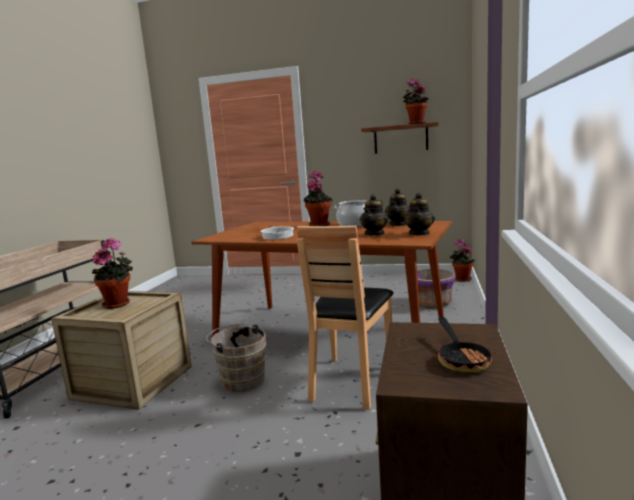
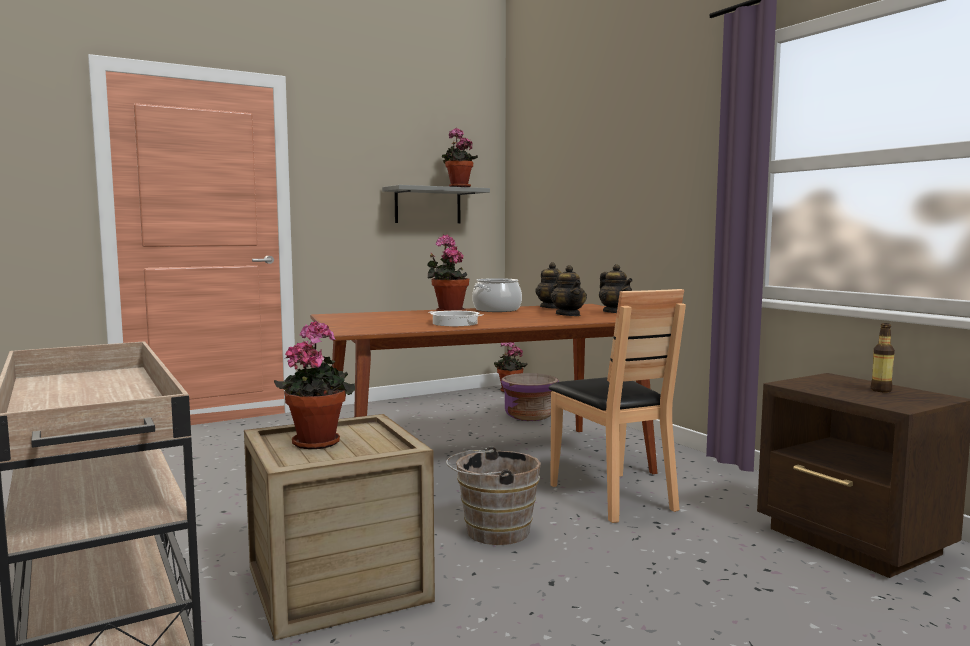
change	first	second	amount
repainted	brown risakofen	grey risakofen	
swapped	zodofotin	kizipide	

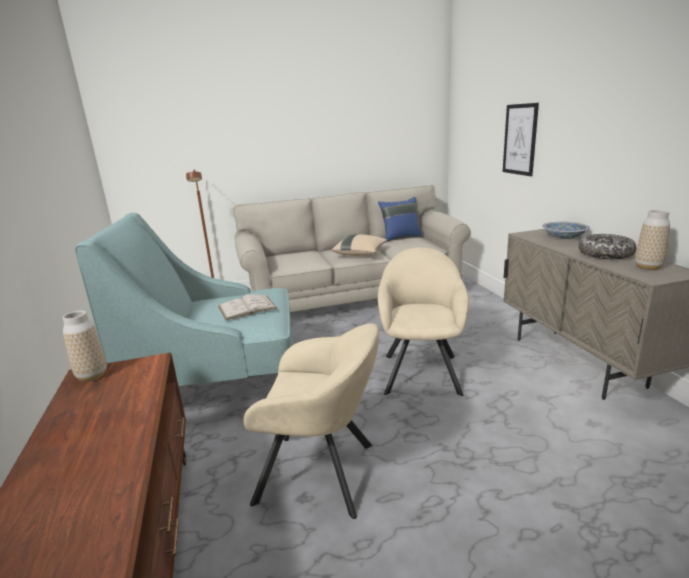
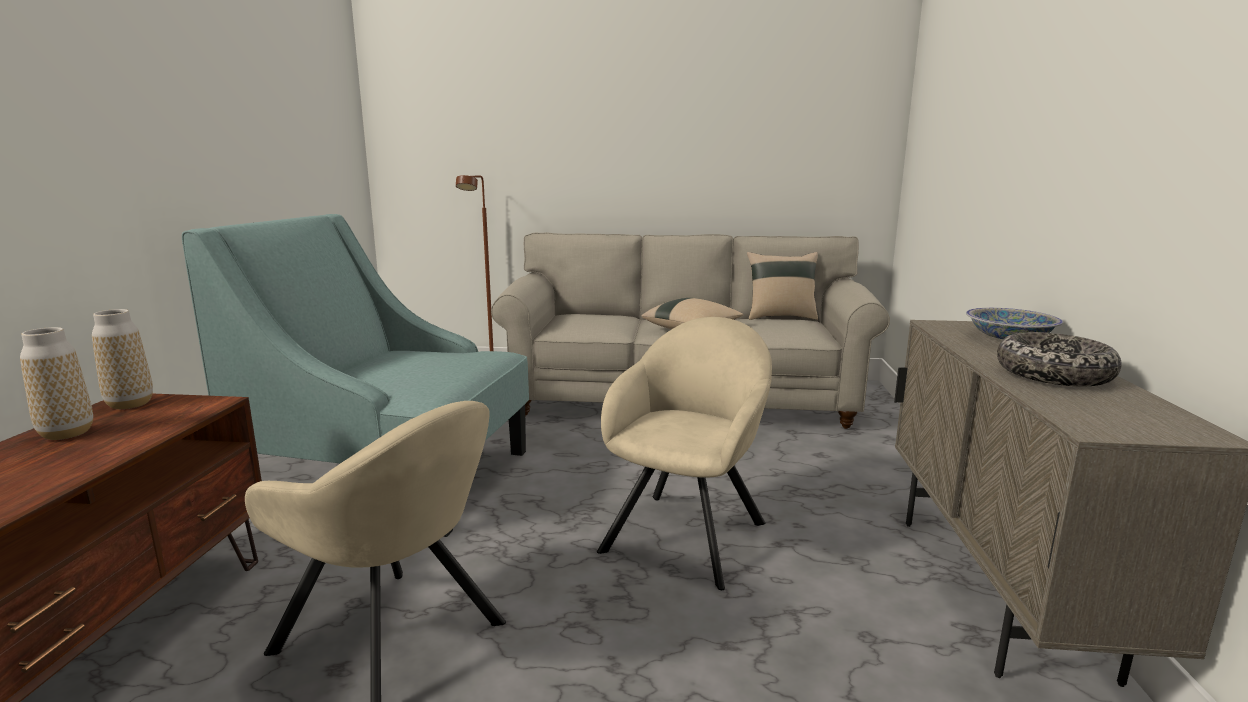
change	first	second	amount
gone	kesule		
repainted	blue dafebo	beige dafebo (no. 2 from left)	
shifted	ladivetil (no. 2 from left in the first image)	ladivetil (no. 1 from left)	
gone	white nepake		

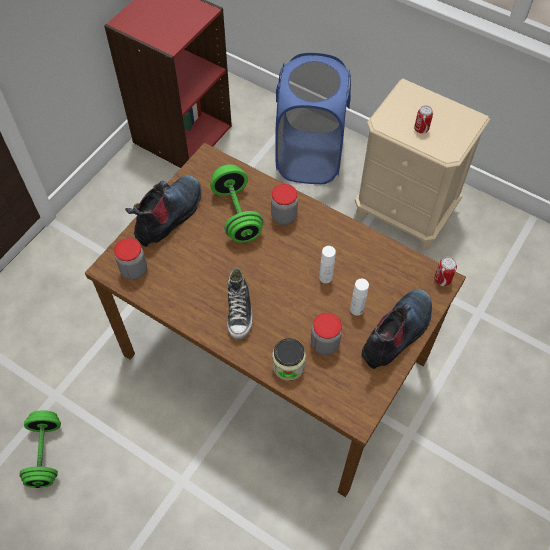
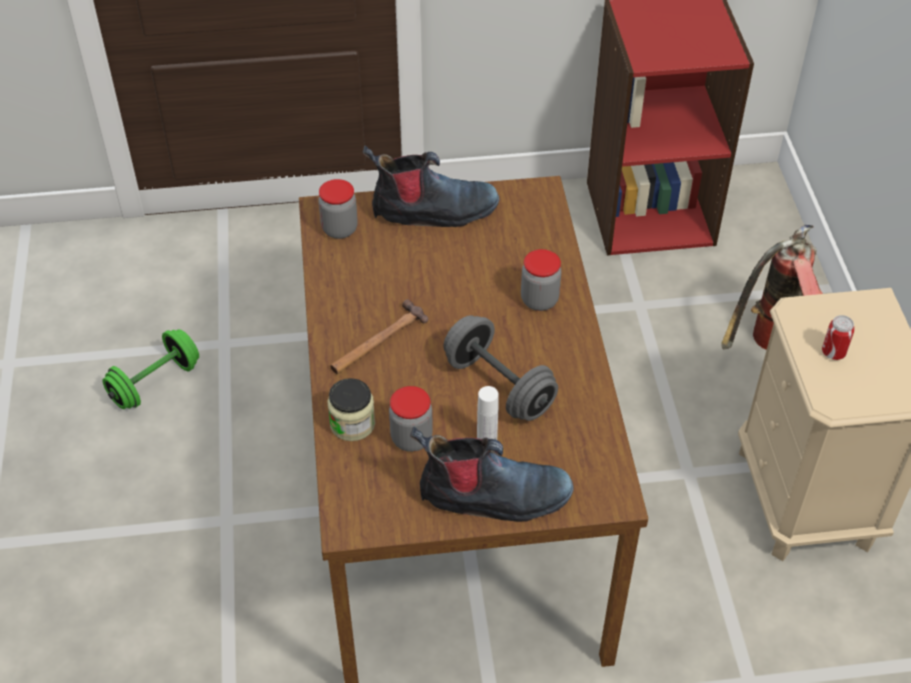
change	first	second	amount
swapped	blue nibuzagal	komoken	
gone	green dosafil (no. 2 from left)		
swapped	white kizipide (no. 1 from left)	grey dosafil	
gone	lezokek (no. 2 from left)		
swapped	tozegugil	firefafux	

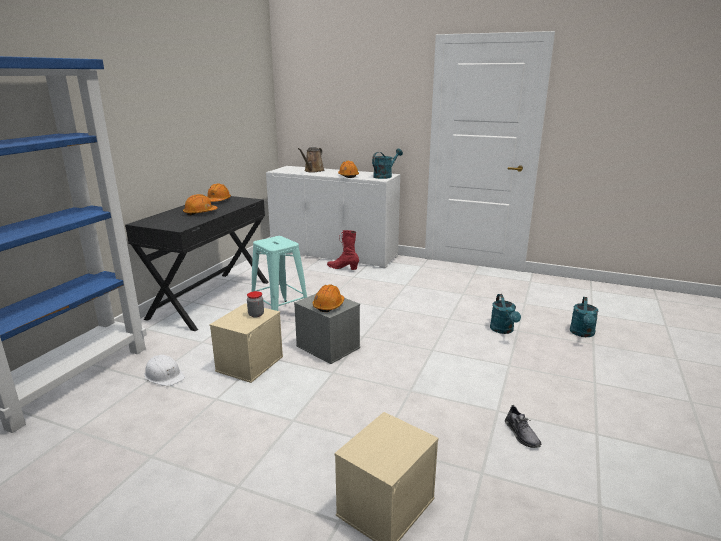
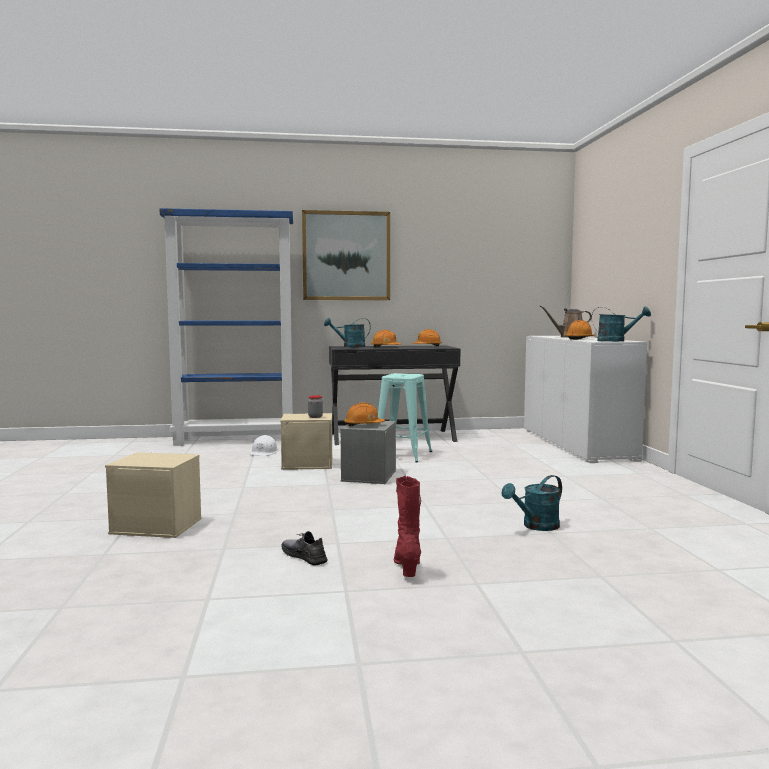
change	first	second	amount
shifted	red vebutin		
shifted	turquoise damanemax (no. 3 from left in the first image)	turquoise damanemax (no. 1 from left)	
rotated	grey tozegugil		90 degrees clockwise
new		kesule	

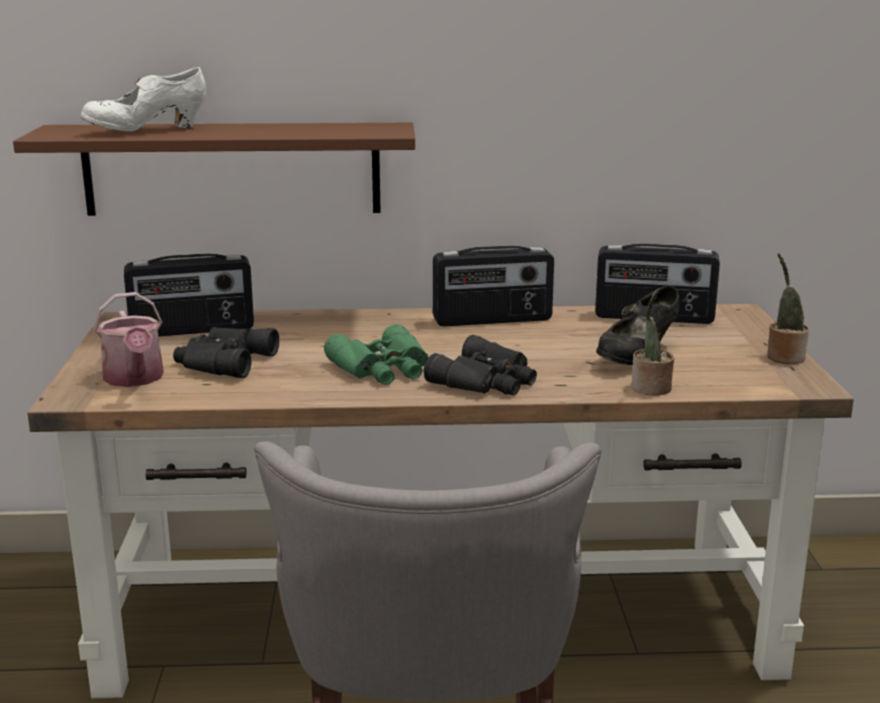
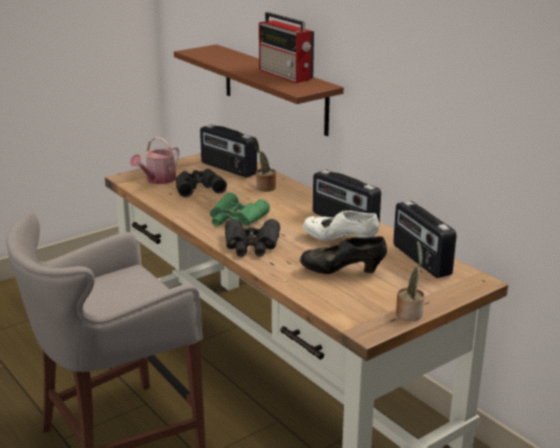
change	first	second	amount
shifted	white tozegugil		
shifted	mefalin (no. 1 from left)		
new		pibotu (no. 2 from left)	

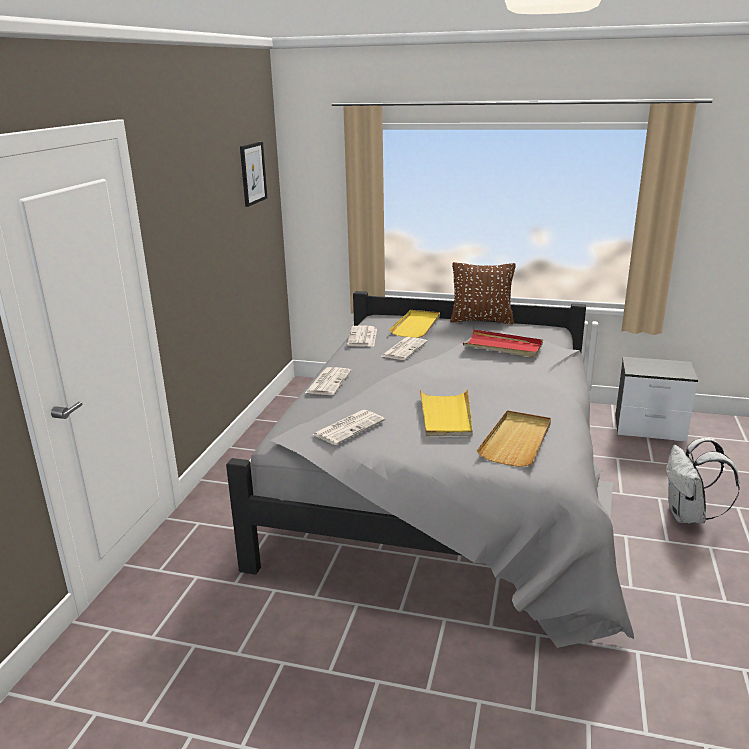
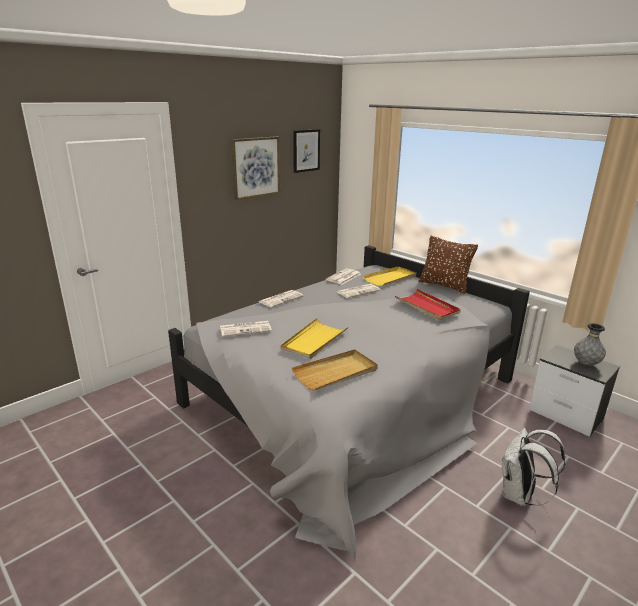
change	first	second	amount
new		kesule (no. 1 from left)	
new		grey ladivetil	

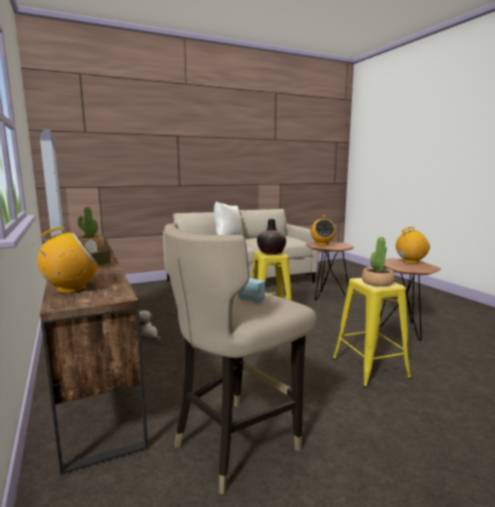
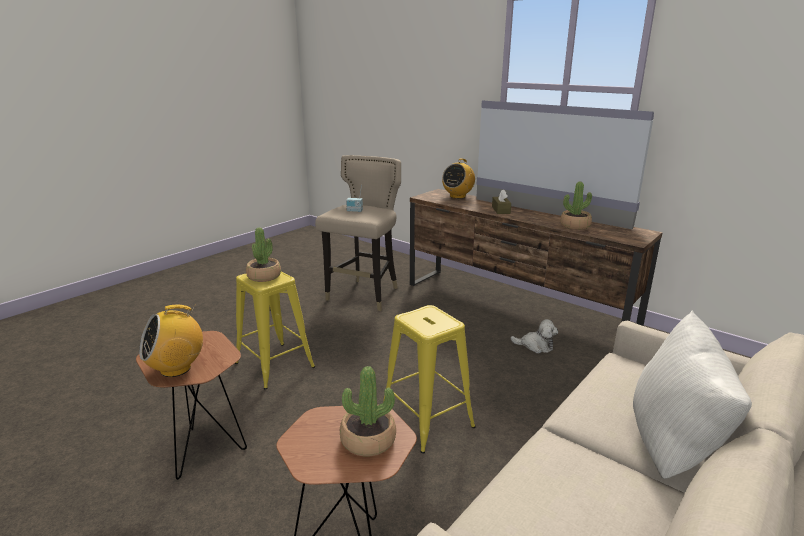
change	first	second	amount
swapped	pibotu (no. 3 from left)	mefalin (no. 2 from left)	
gone	ladivetil		

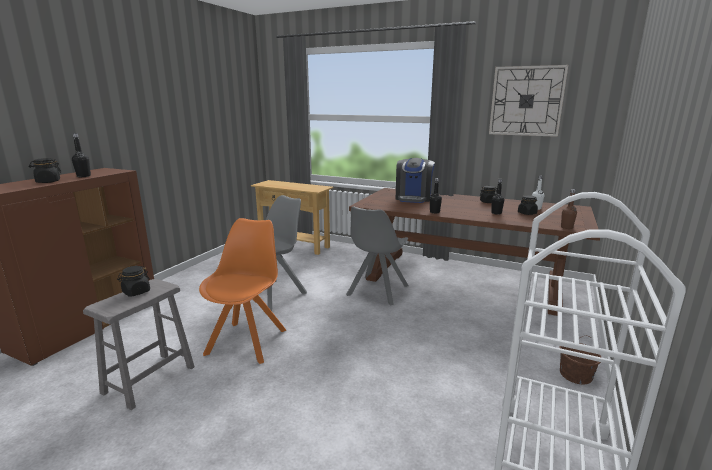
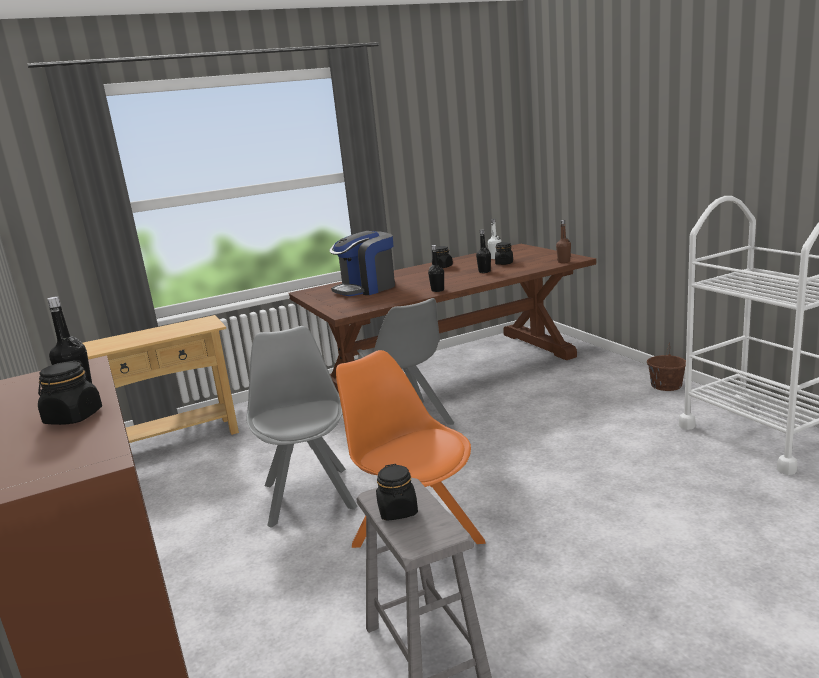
change	first	second	amount
gone	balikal		
rotated	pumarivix		90 degrees clockwise

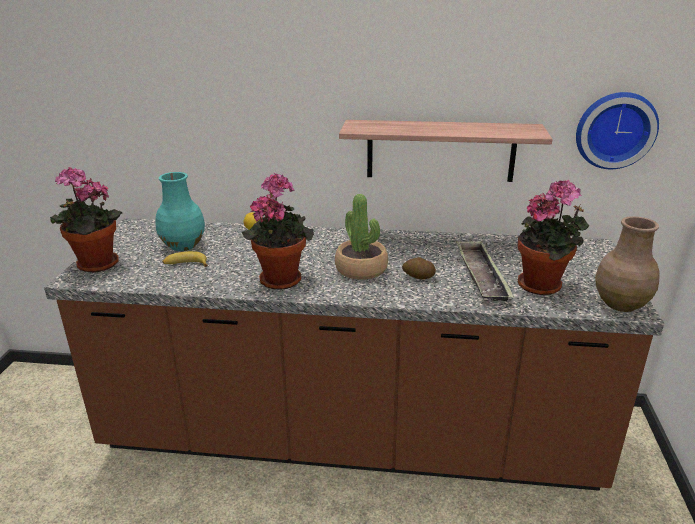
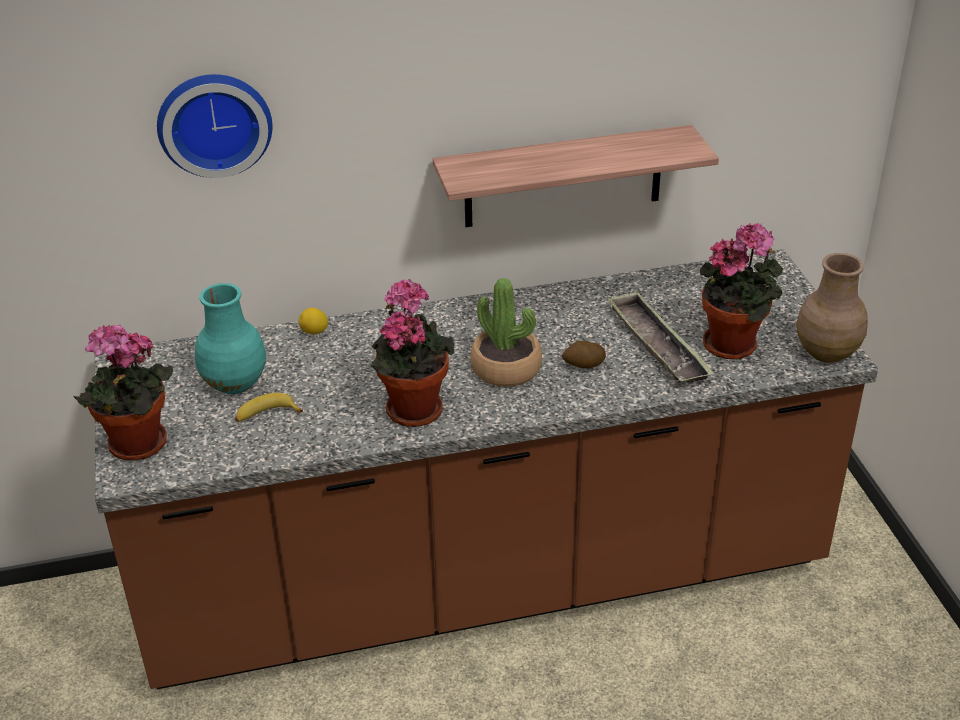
change	first	second	amount
shifted	balikal		

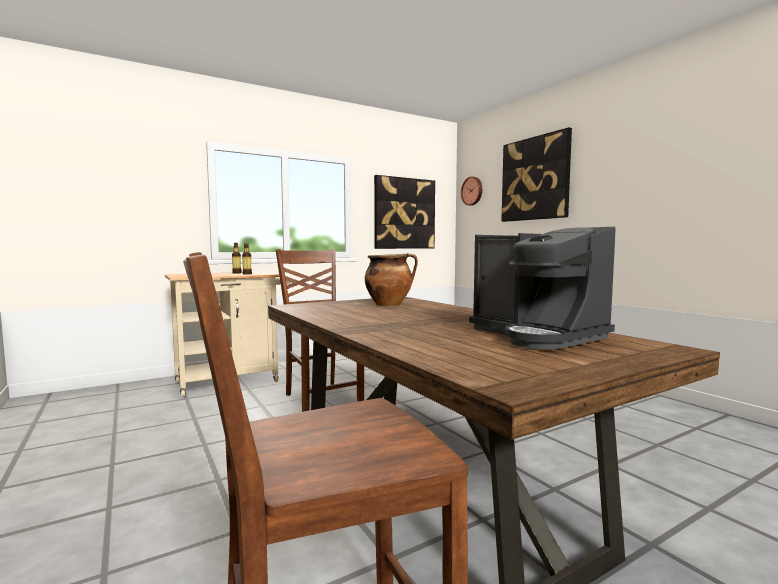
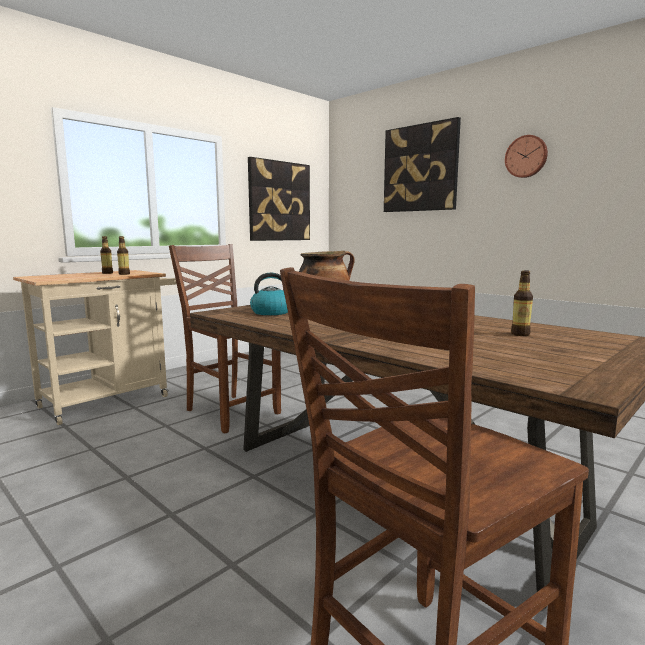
change	first	second	amount
shifted	balikal		
swapped	pumarivix	kizipide (no. 3 from left)	
new		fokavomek	

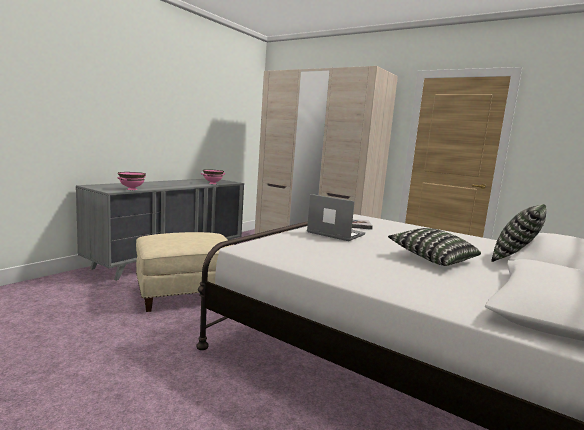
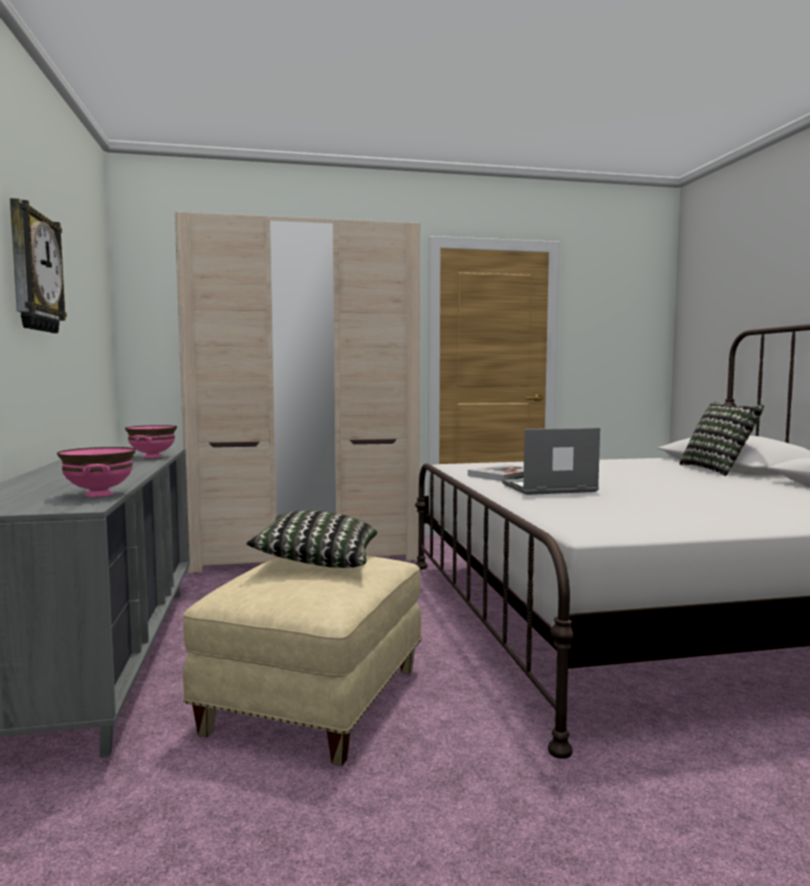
change	first	second	amount
shifted	dafebo (no. 1 from left)		
new		balikal	

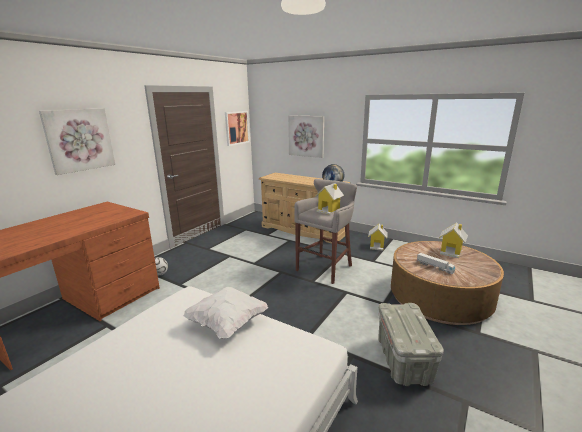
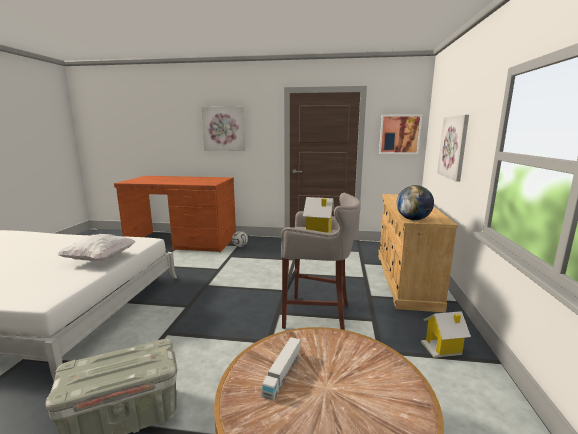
change	first	second	amount
gone	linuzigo (no. 3 from left)		

